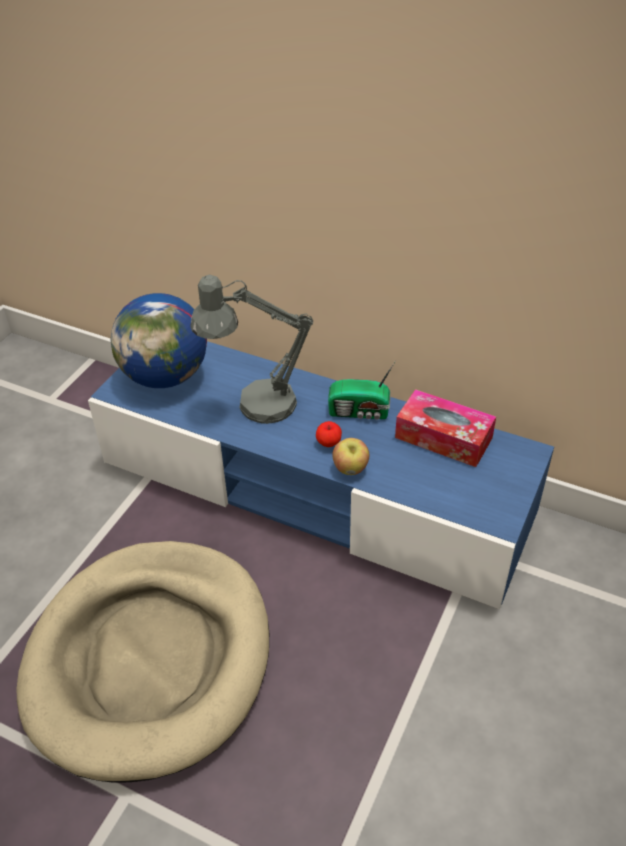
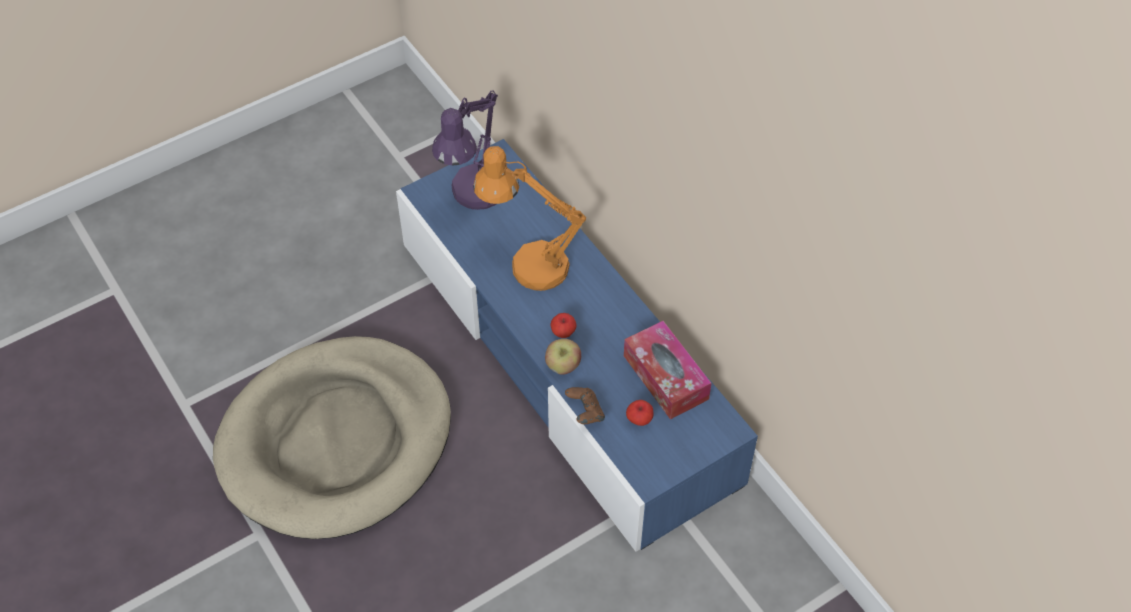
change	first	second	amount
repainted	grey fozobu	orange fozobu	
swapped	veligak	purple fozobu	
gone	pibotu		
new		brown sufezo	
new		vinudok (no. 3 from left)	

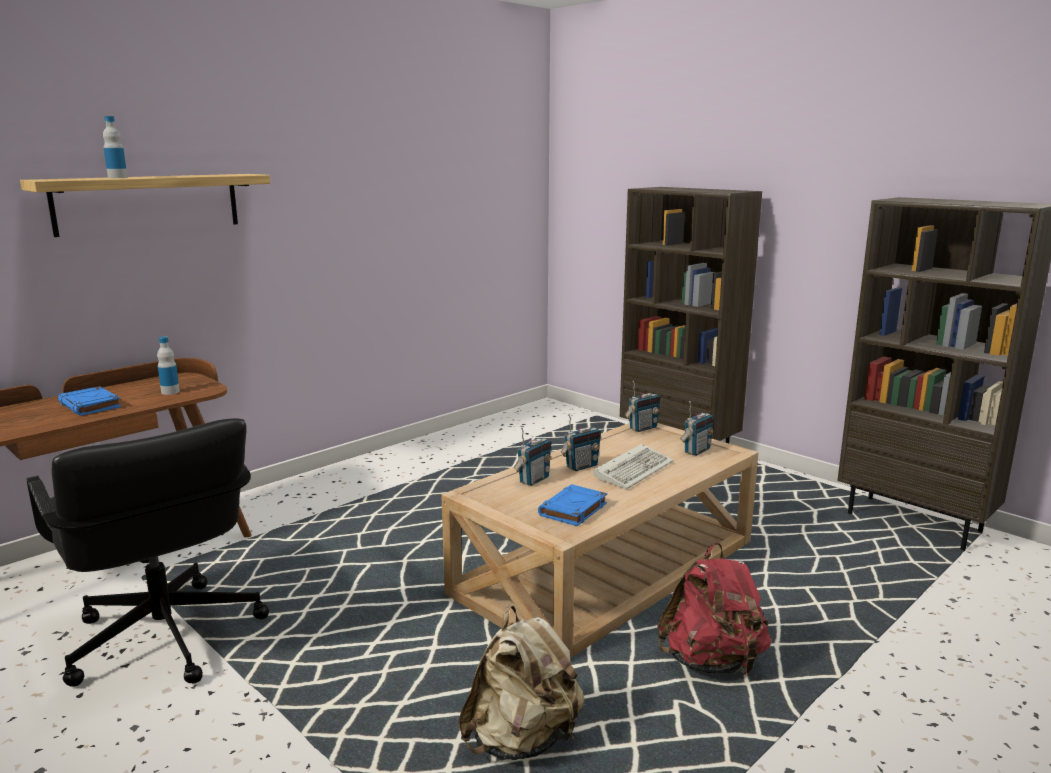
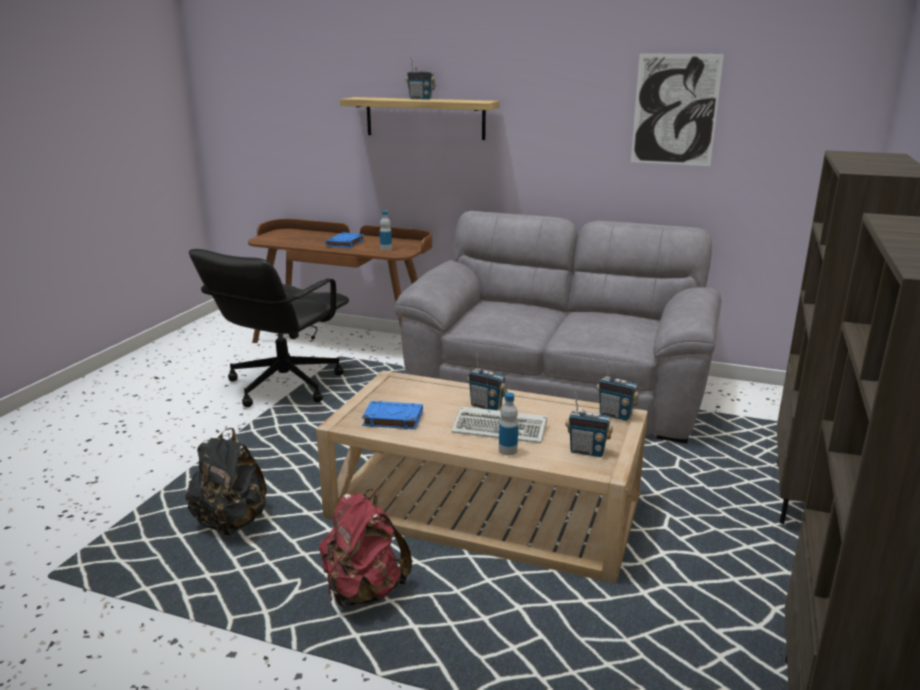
change	first	second	amount
shifted	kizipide (no. 1 from left in the first image)	kizipide (no. 2 from left)	
shifted	pibotu (no. 1 from left)		
repainted	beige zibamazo	black zibamazo	
new		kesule	
new		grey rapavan	

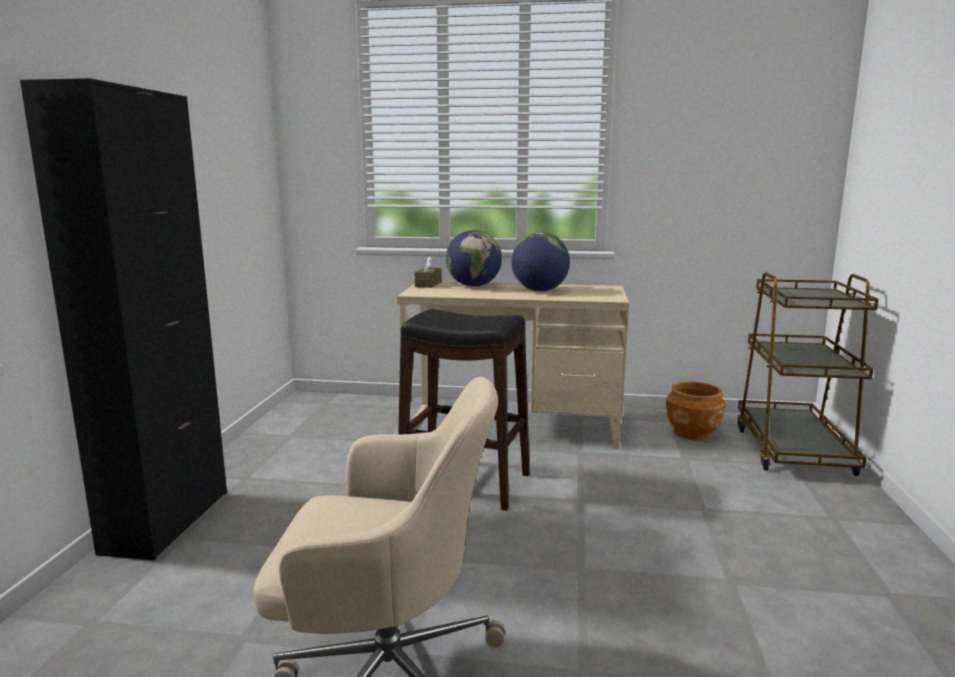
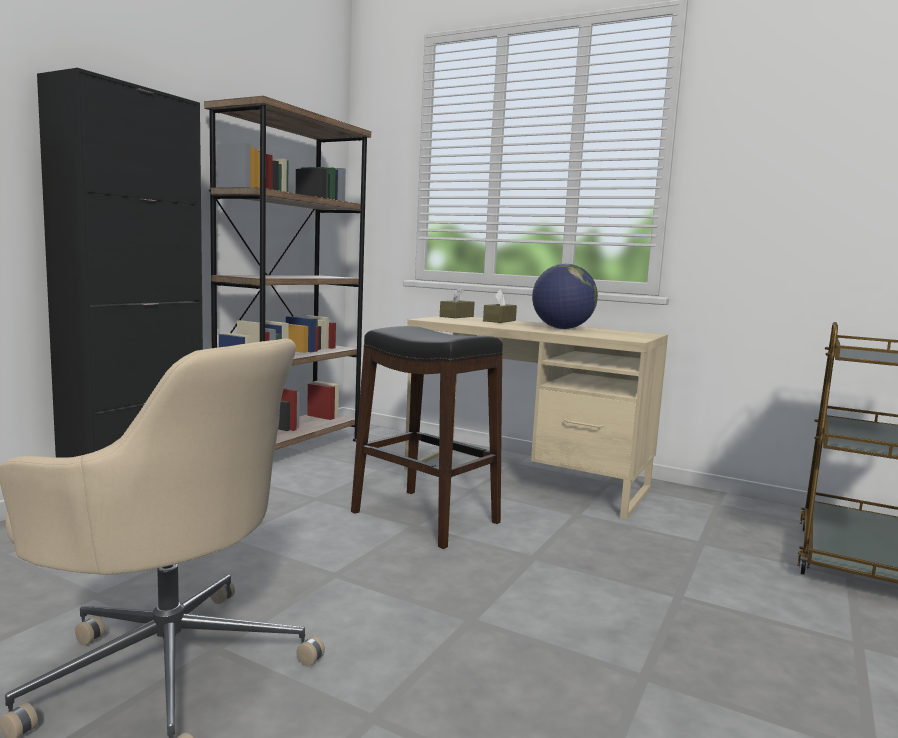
change	first	second	amount
swapped	veligak (no. 1 from left)	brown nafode (no. 2 from left)	
gone	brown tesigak		
new		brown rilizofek	

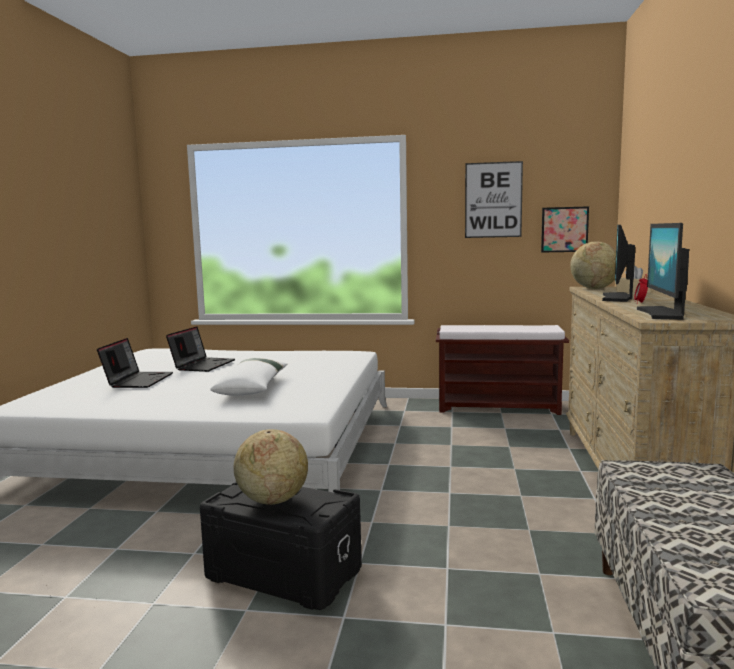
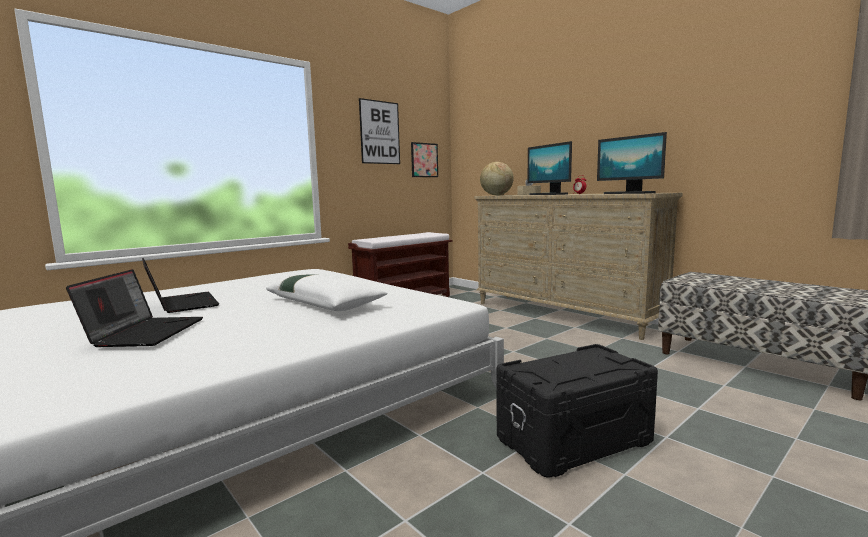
change	first	second	amount
rotated	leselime (no. 1 from left)		45 degrees clockwise
gone	veligak (no. 1 from left)		

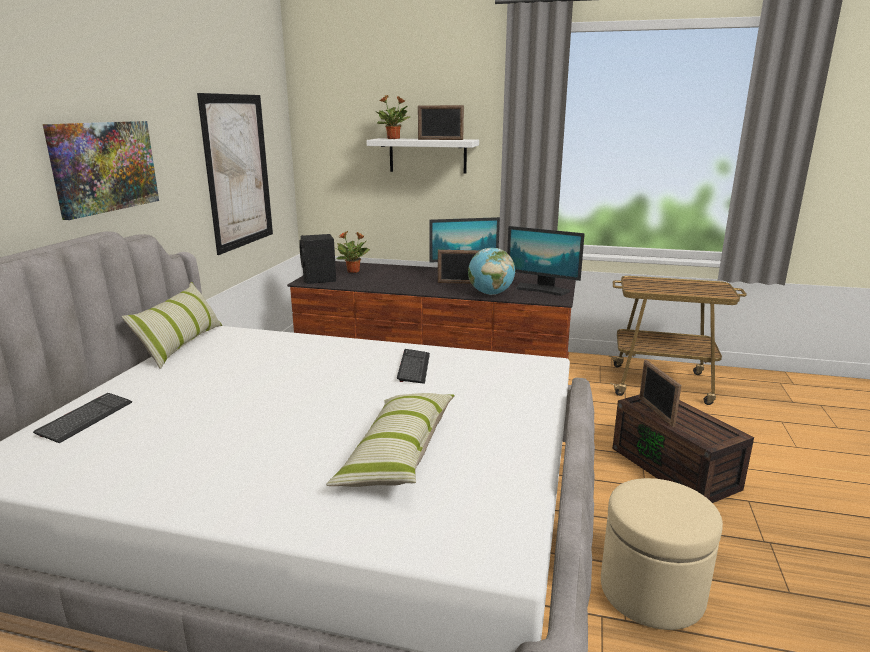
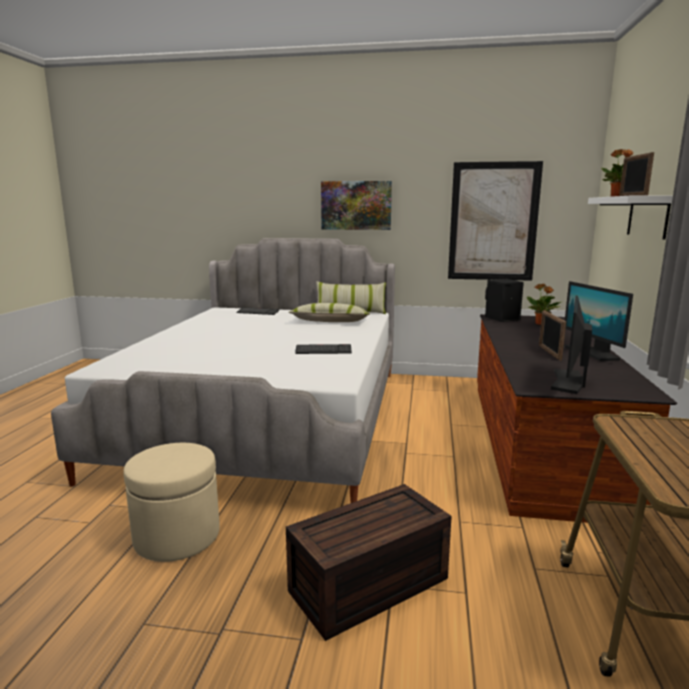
change	first	second	amount
gone	veligak		
gone	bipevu (no. 3 from left)		
shifted	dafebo (no. 2 from left in the first image)	dafebo (no. 1 from left)	

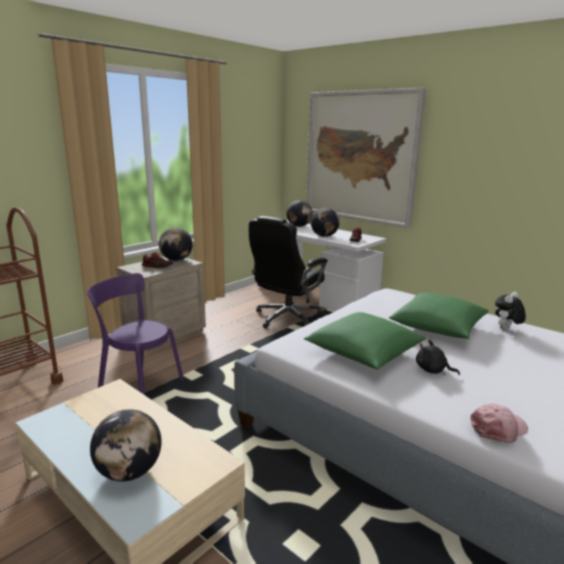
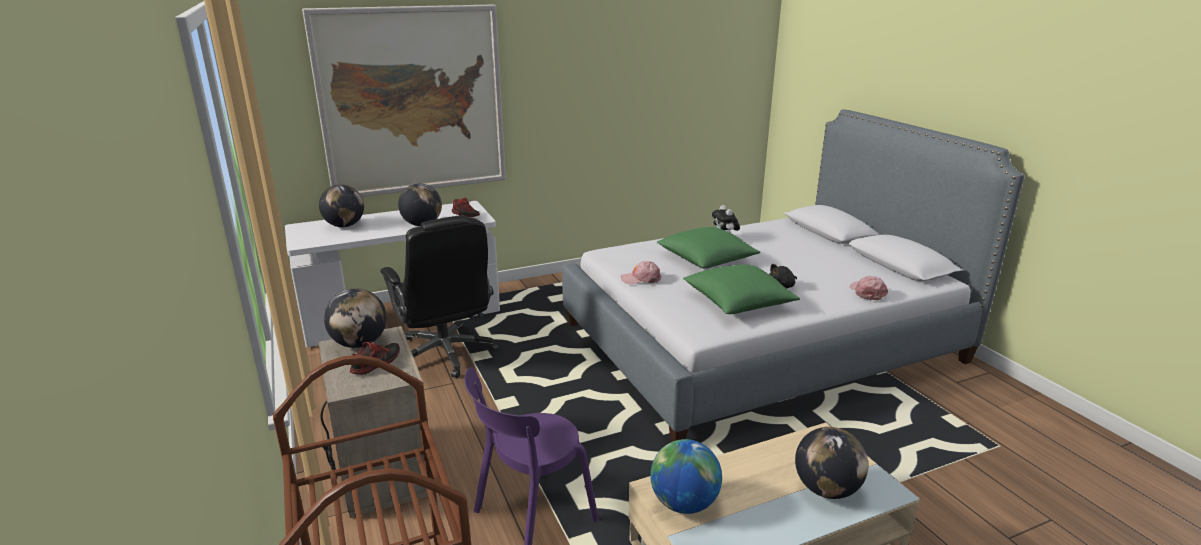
change	first	second	amount
new		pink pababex (no. 1 from left)	
new		veligak (no. 4 from left)	

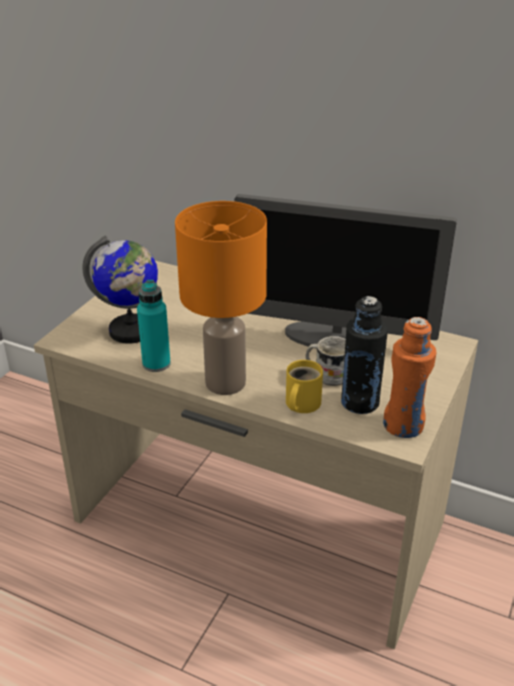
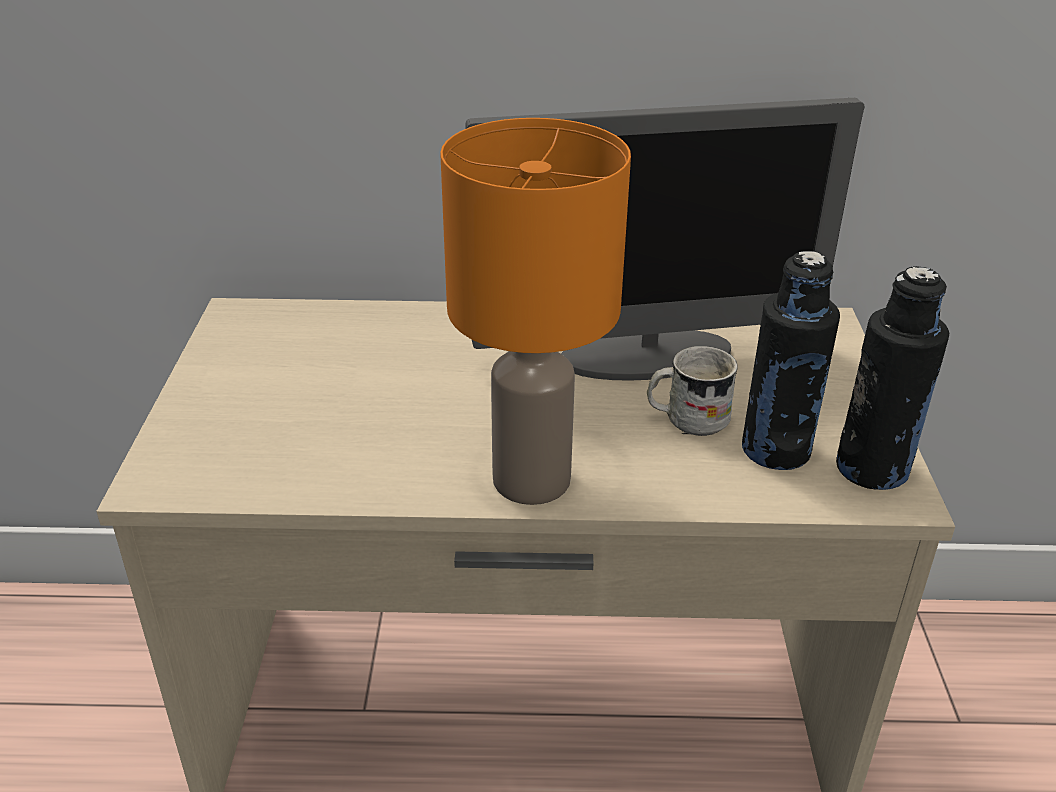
change	first	second	amount
gone	veligak		
gone	turquoise kizipide		
repainted	orange kizipide	black kizipide (no. 2 from left)	
gone	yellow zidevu		

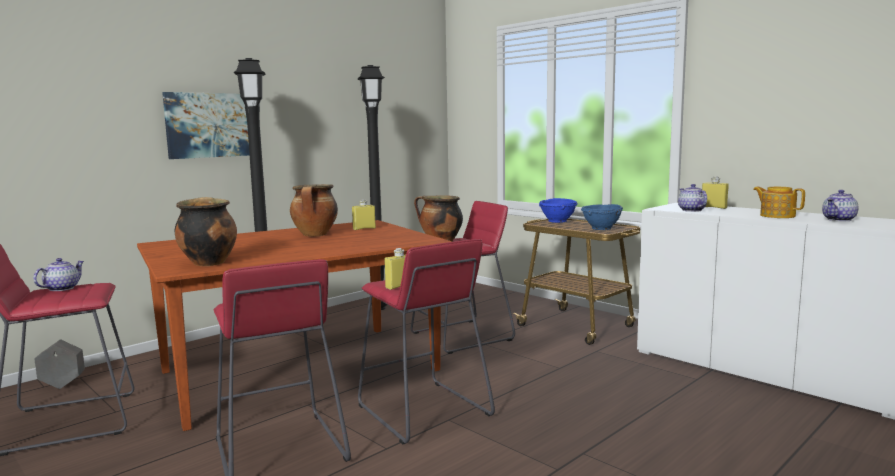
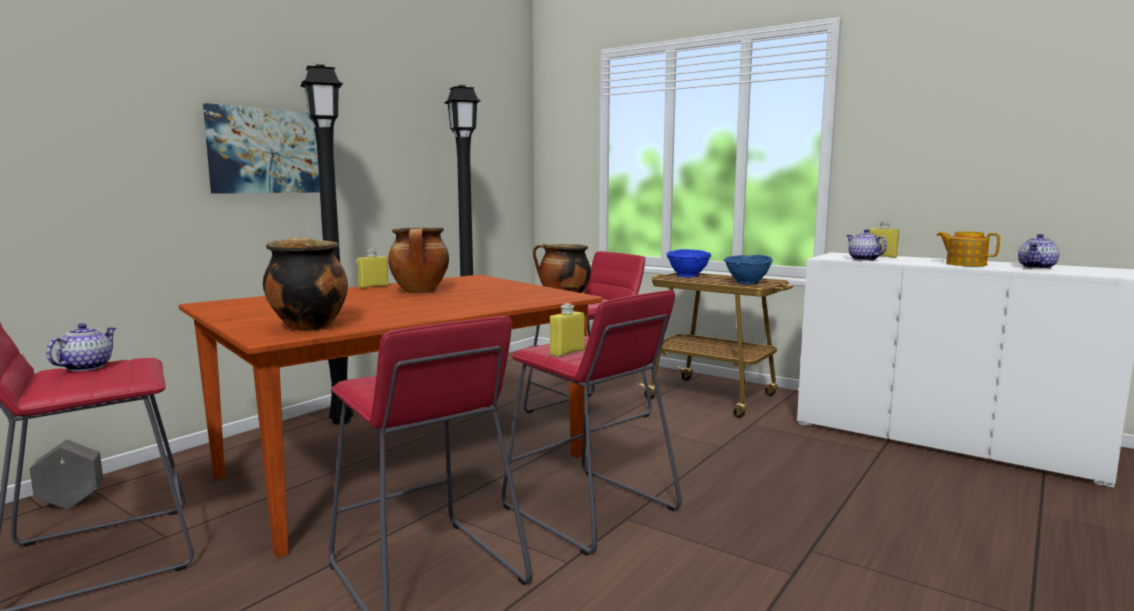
change	first	second	amount
shifted	yellow kizipide (no. 1 from left)		

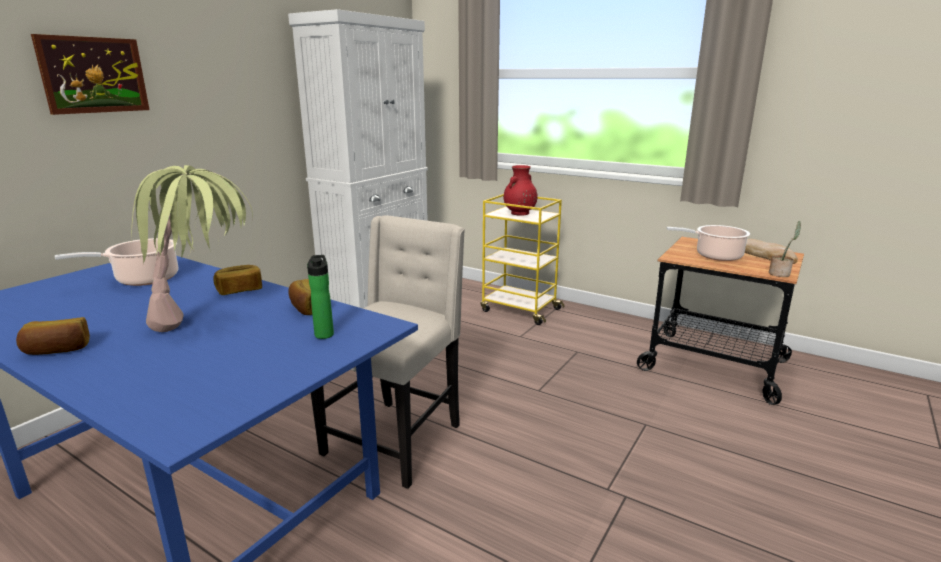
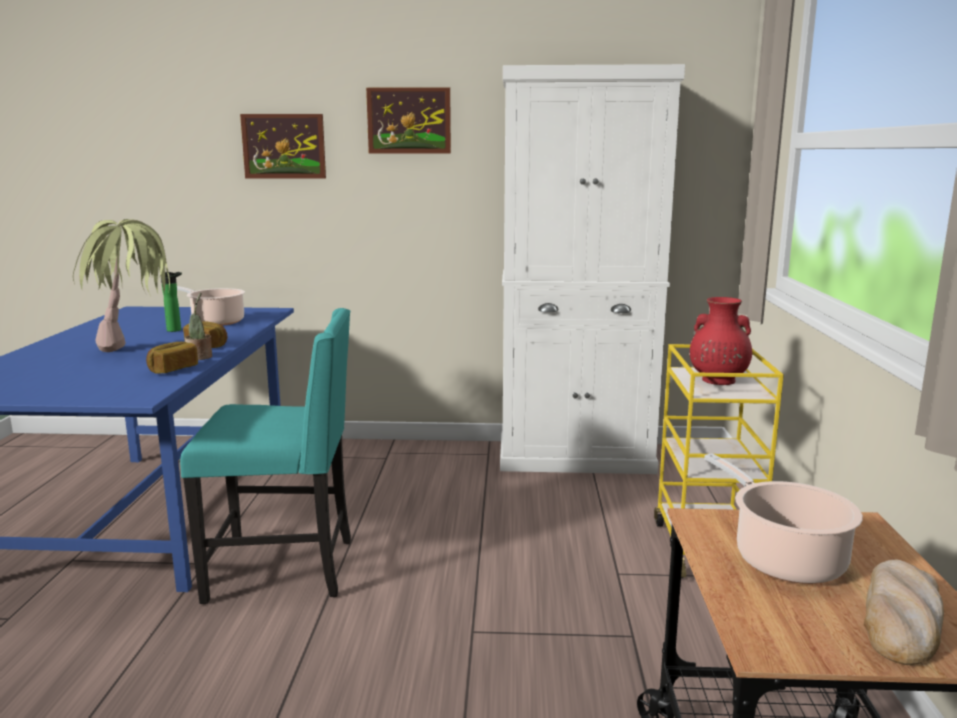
change	first	second	amount
repainted	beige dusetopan	turquoise dusetopan	
shifted	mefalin (no. 2 from left)		
shifted	kizipide		
gone	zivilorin (no. 1 from left)		
new		kesule (no. 2 from left)	

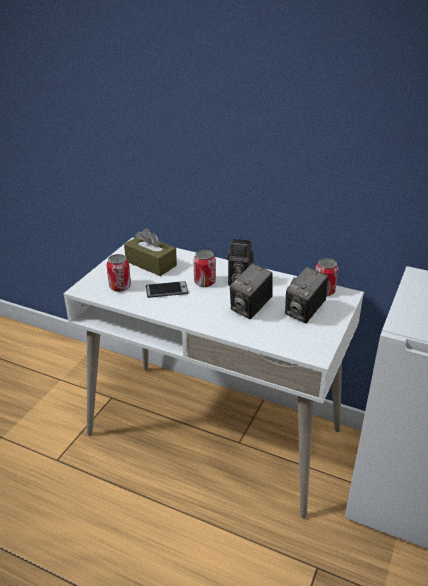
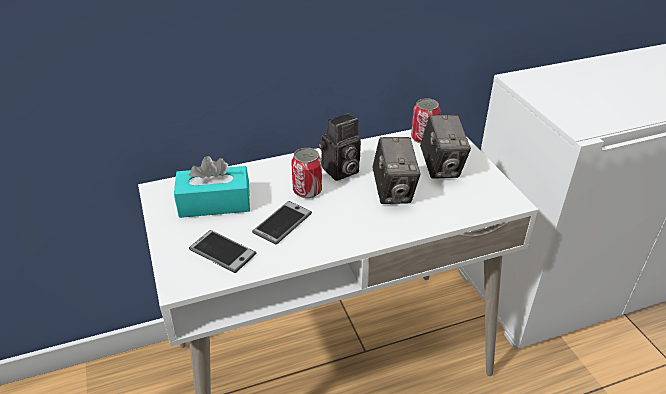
change	first	second	amount
repainted	brown nafode	turquoise nafode	
swapped	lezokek (no. 1 from left)	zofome (no. 1 from left)	

